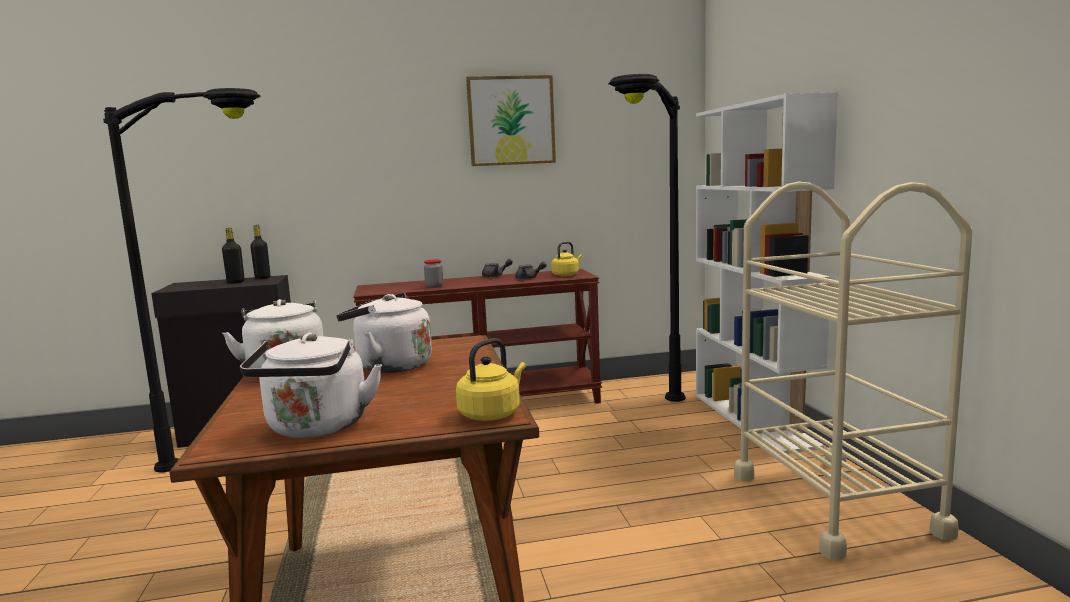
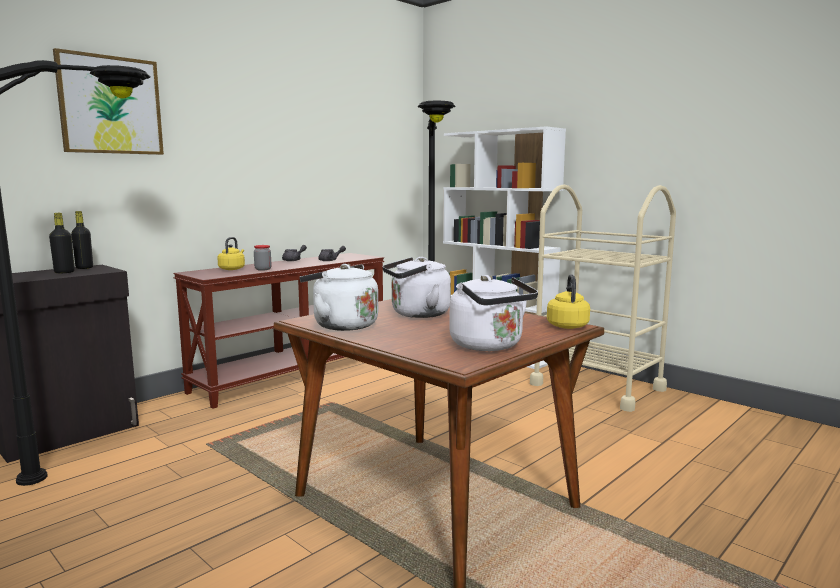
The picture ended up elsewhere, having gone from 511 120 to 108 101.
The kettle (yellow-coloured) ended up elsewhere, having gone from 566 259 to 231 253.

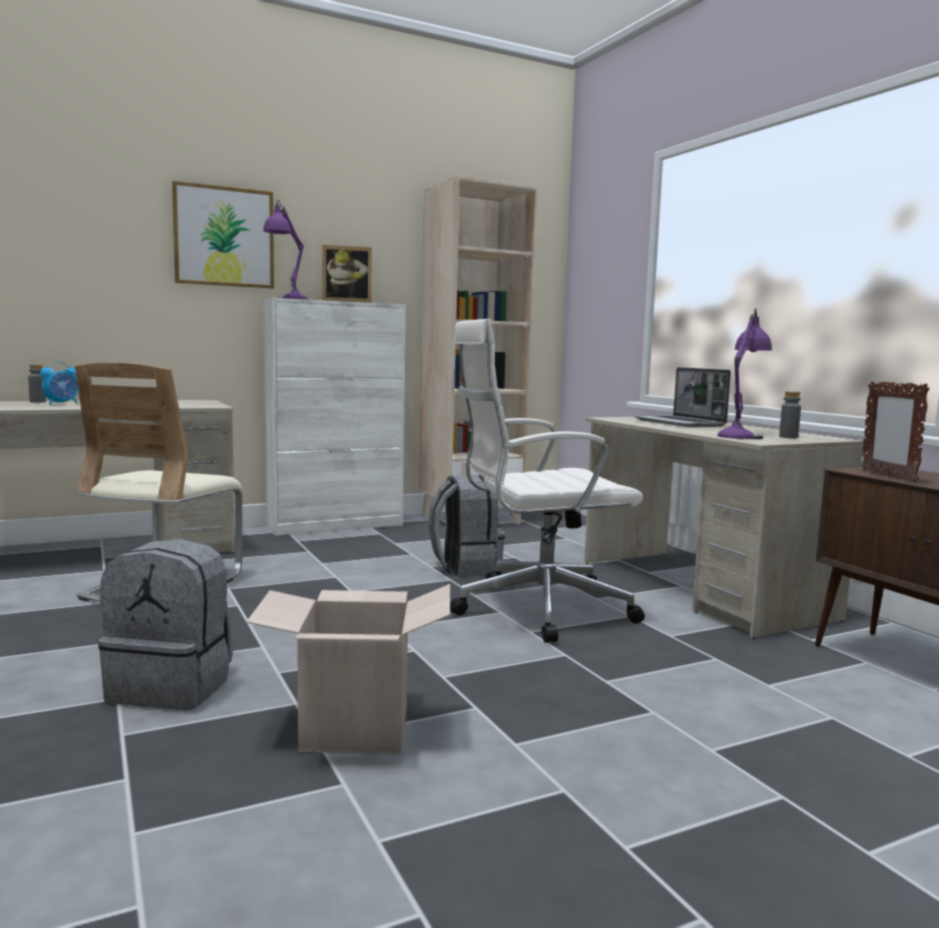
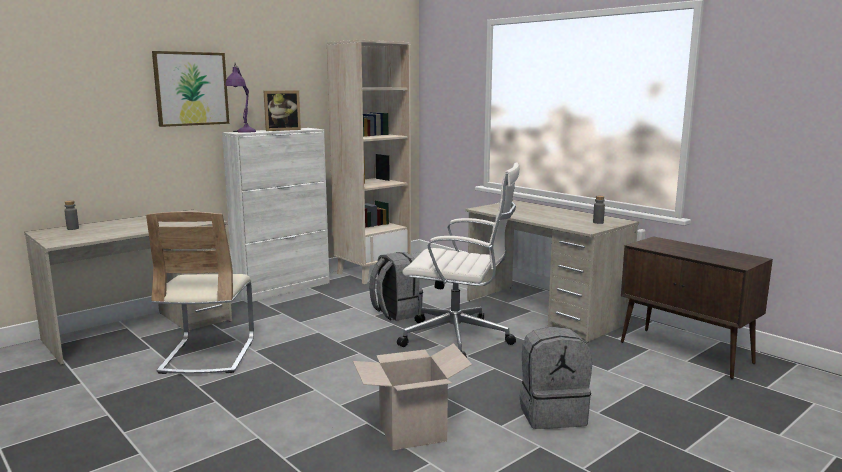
The second view lost the bedside clock at 59 382.
The rucksack (grey) ended up elsewhere, having gone from 165 624 to 556 378.
The computer chair (whitish) at 547 481 ended up facing another way, 135 degrees counterclockwise from before.
The second view lost the laptop at 683 397.
The second view lost the tabletop lamp (purple-coloured) at 745 373.
The second view lost the picture frame at 895 431.

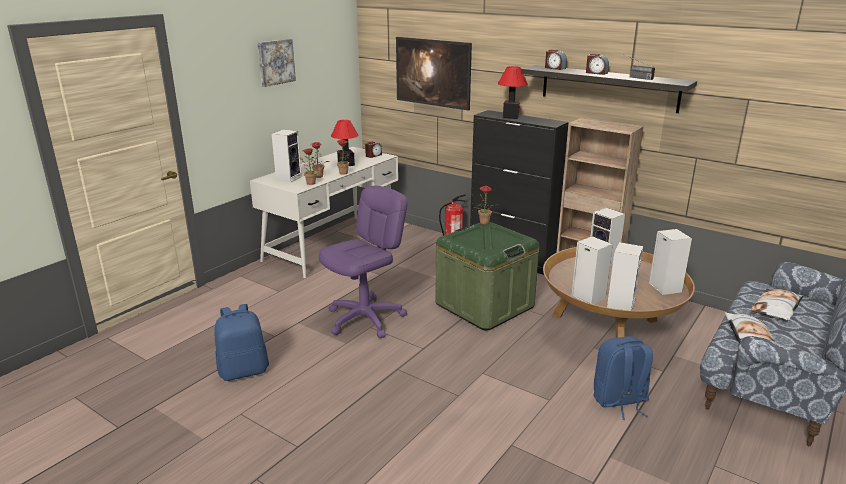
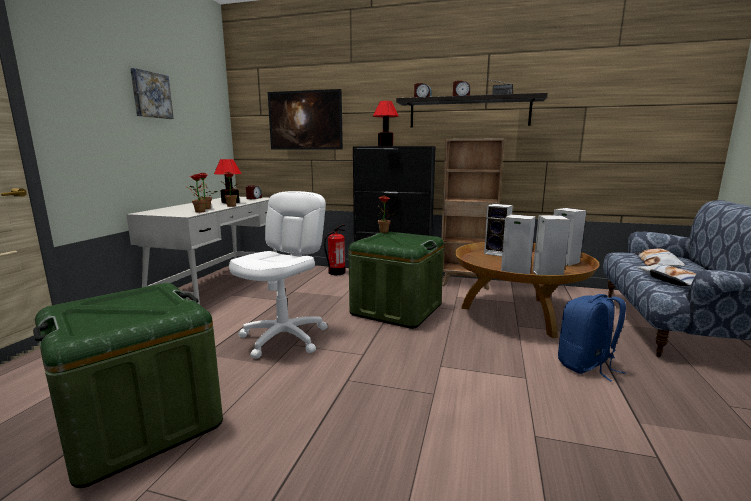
Where the rucksack (blue) stood at 241 342, the storage container (green-coloured) came to stand at 128 385.
The second view lost the speaker at 287 155.
What was the computer chair (purple-coloured) at 363 262 turned into the computer chair (whitish) at 278 274.

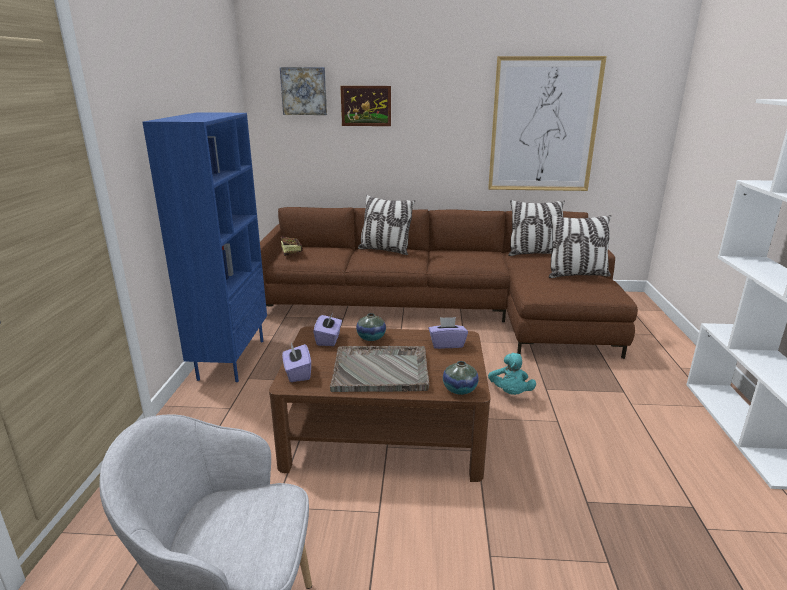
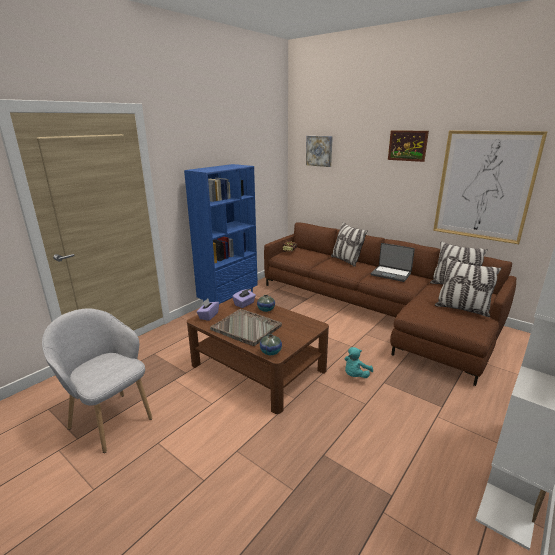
The picture ended up elsewhere, having gone from 365 106 to 408 146.
The second view lost the tissue box (purple-coloured) at 448 333.
The second view gained the laptop at 393 262.

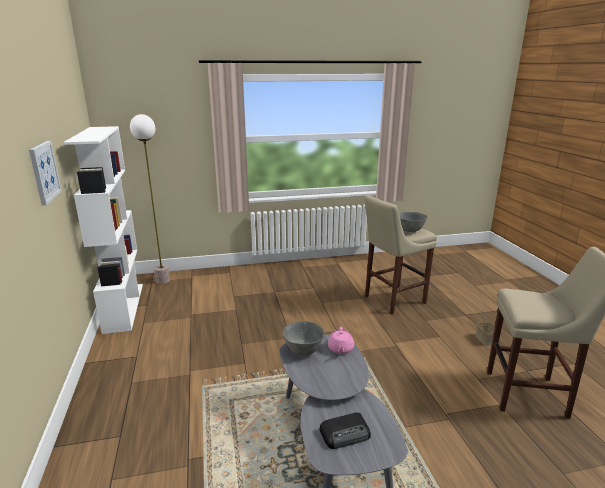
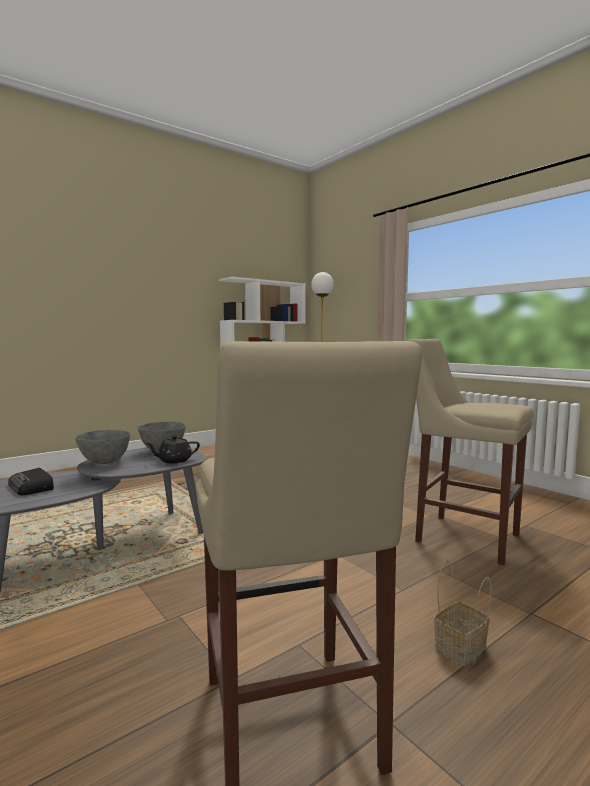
The second view lost the picture at 45 173.
What was the pot for tea (pink-coloured) at 341 340 turned into the pot for tea (black-coloured) at 172 449.
The bowl (grey) ended up elsewhere, having gone from 413 222 to 102 447.

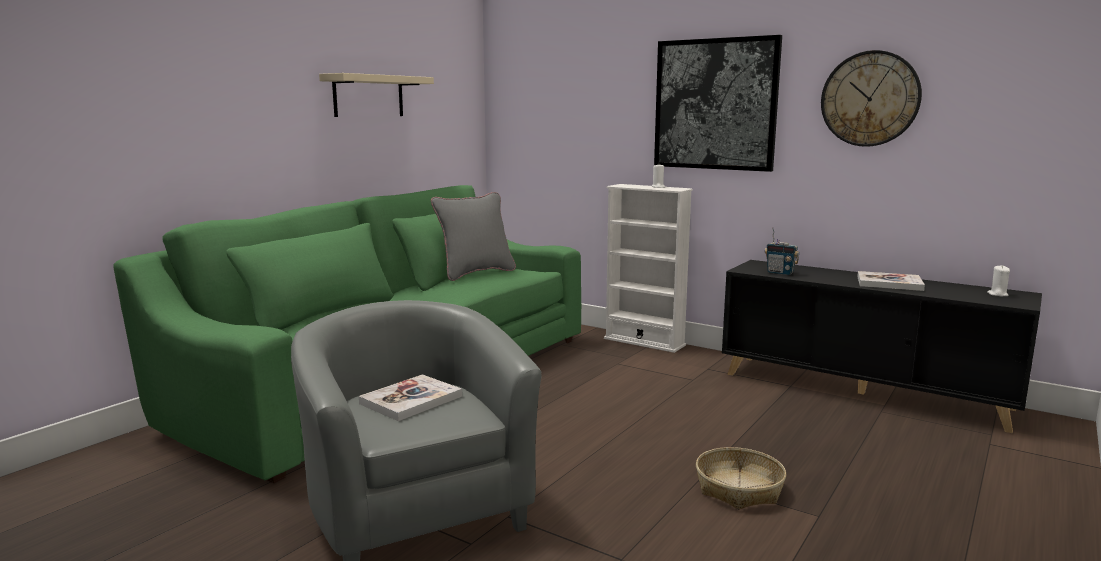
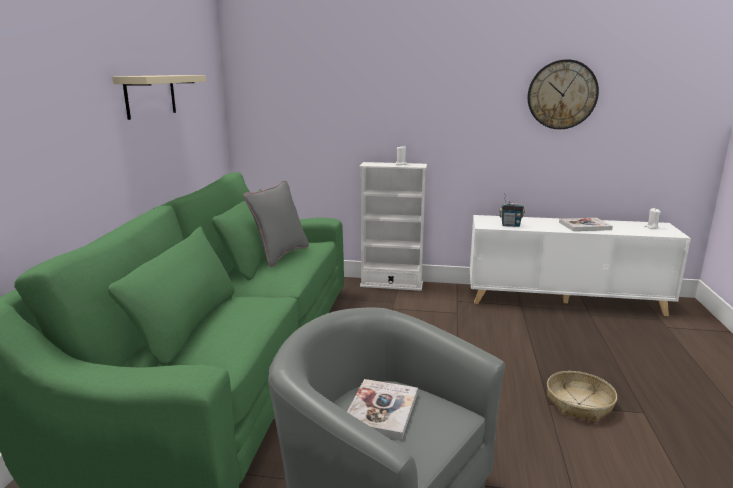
The second view lost the picture at 718 103.
What was the cupboard (black-coloured) at 882 346 turned into the cupboard (whitish) at 580 265.

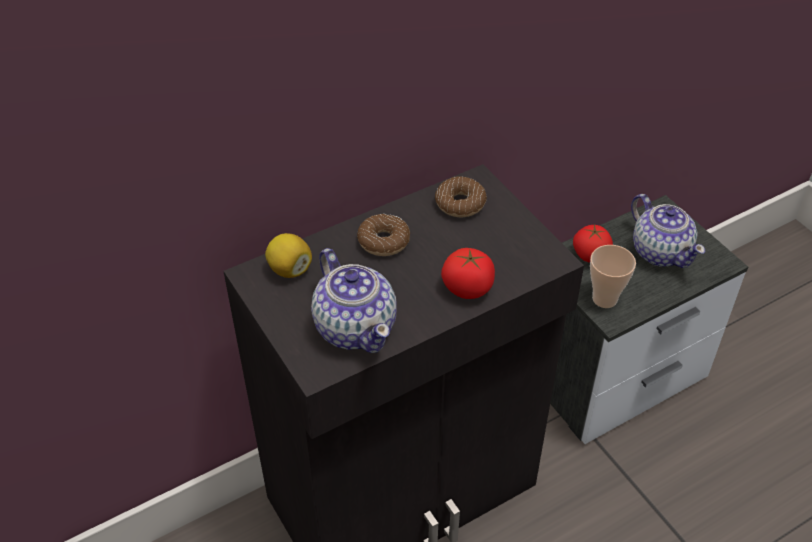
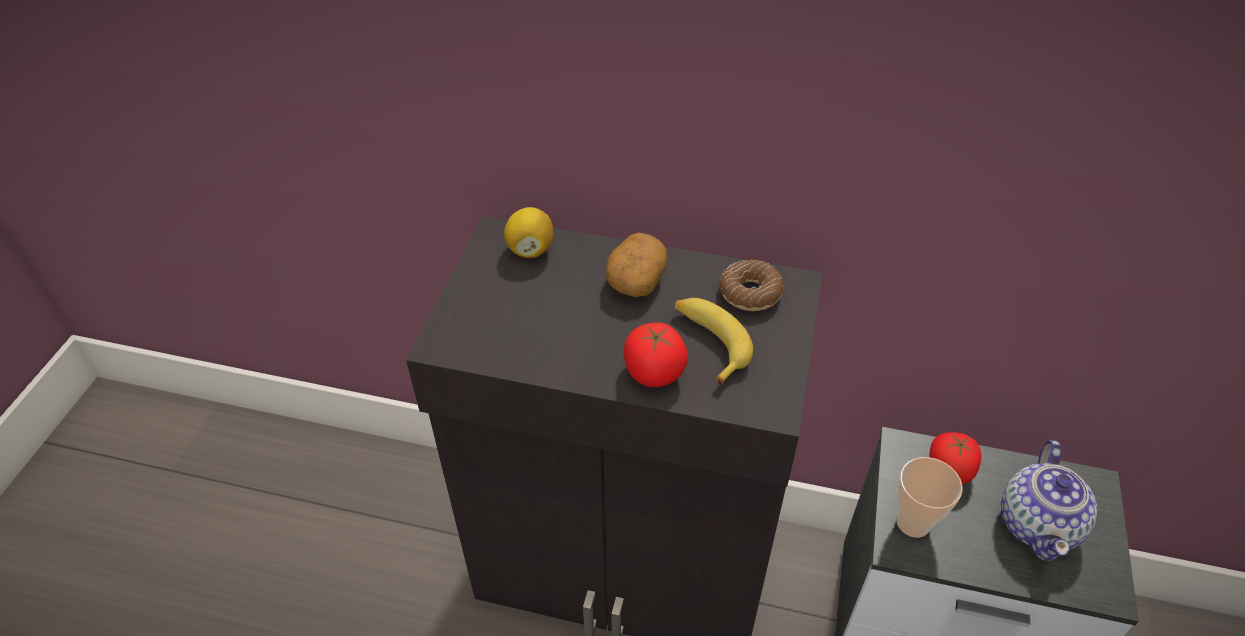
The second view lost the pot for tea at 353 300.
Where the donut stood at 383 235, the potato came to stand at 636 264.
The second view gained the whole banana at 714 342.

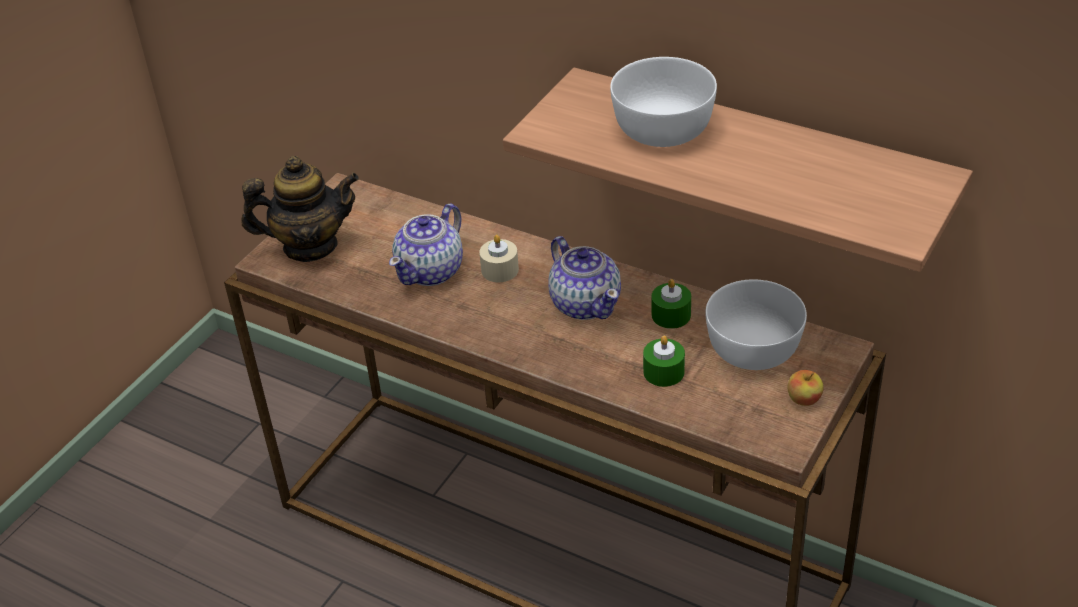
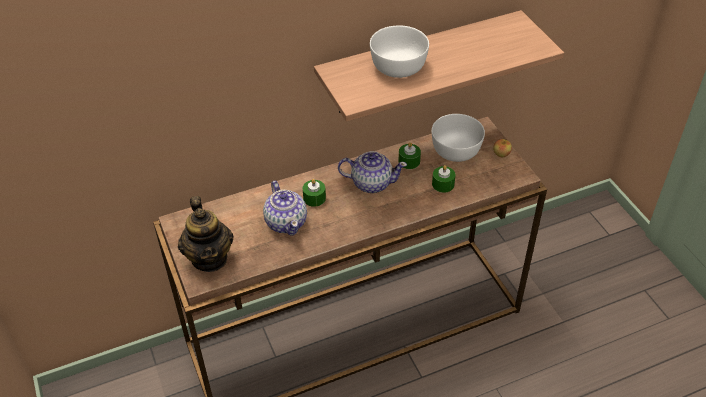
The pot for tea at 300 209 ended up facing another way, 135 degrees clockwise from before.
What was the wax light (beige-coloured) at 499 258 turned into the wax light (green-coloured) at 314 193.

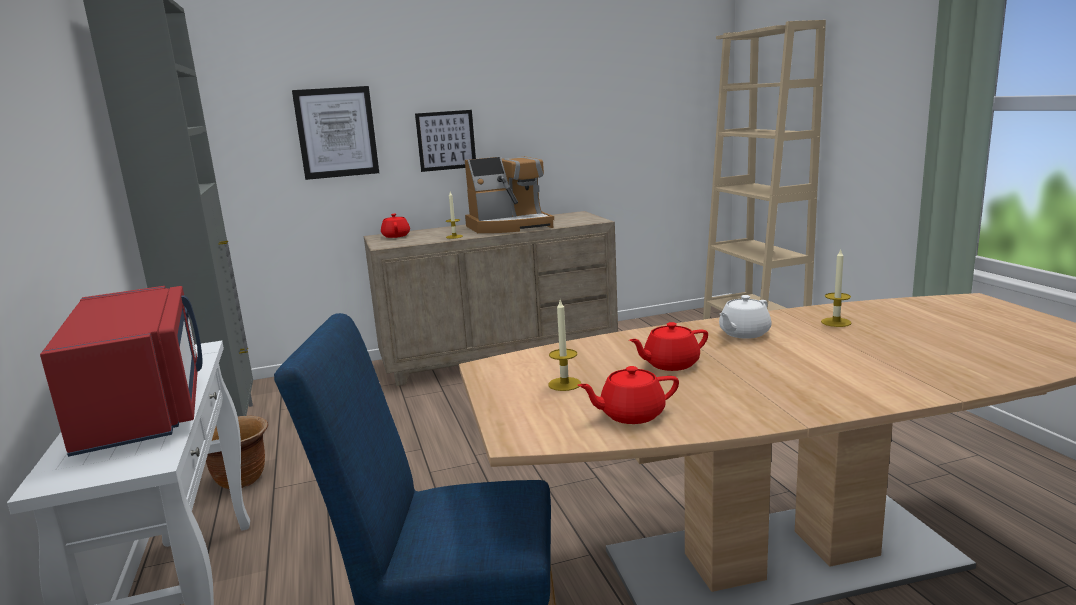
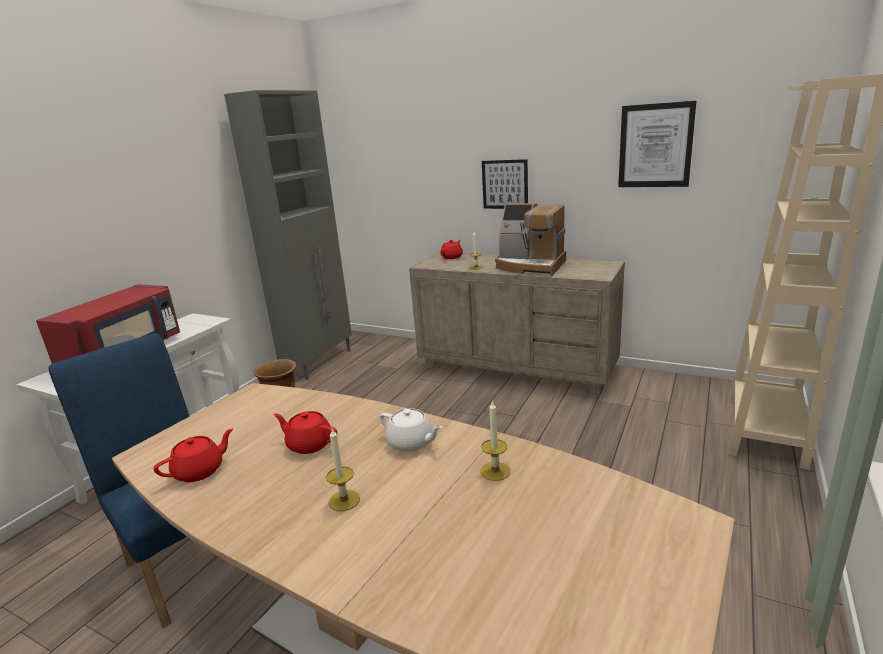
The picture ended up elsewhere, having gone from 335 133 to 657 144.
The wax light ended up elsewhere, having gone from 564 345 to 343 470.
The pot for tea (red) at 628 395 ended up facing another way, 105 degrees clockwise from before.
The pot for tea (whitish) at 745 317 ended up facing another way, 150 degrees counterclockwise from before.

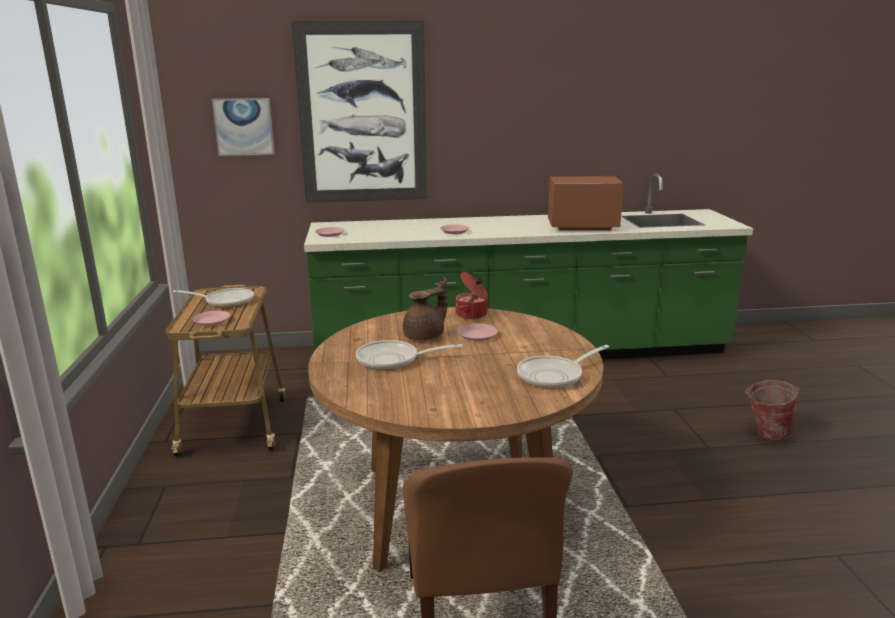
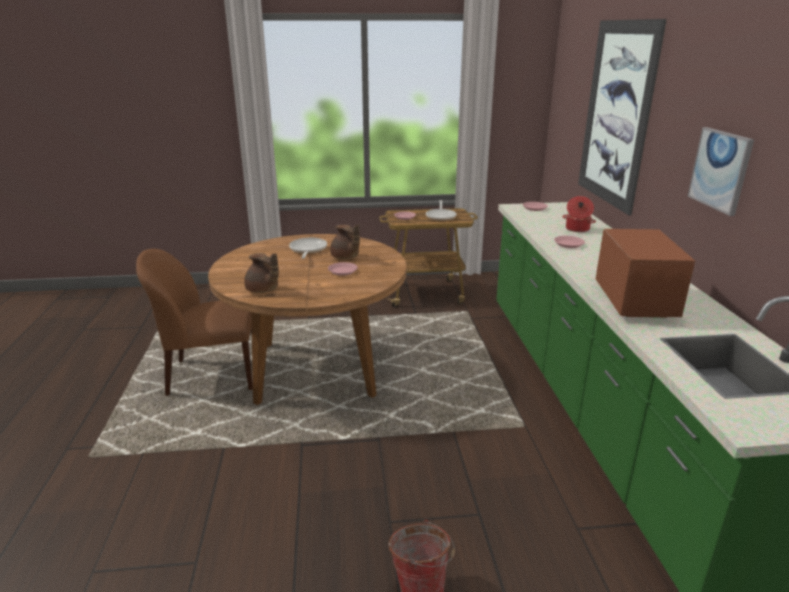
The picture ended up elsewhere, having gone from 243 127 to 721 171.
The saucepot ended up elsewhere, having gone from 472 295 to 579 214.
Where the pan stood at 563 367, the pot for tea (brown) came to stand at 261 273.

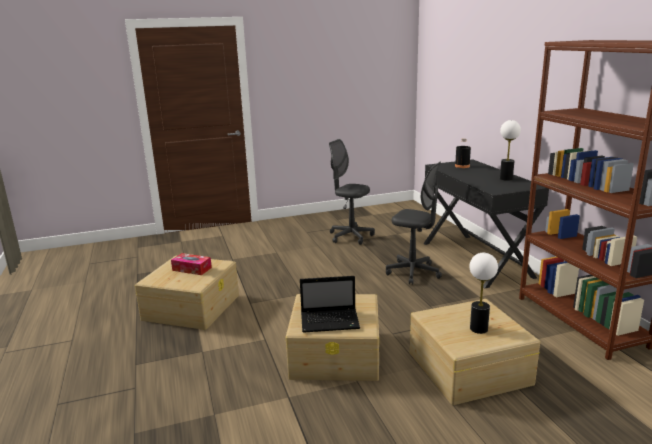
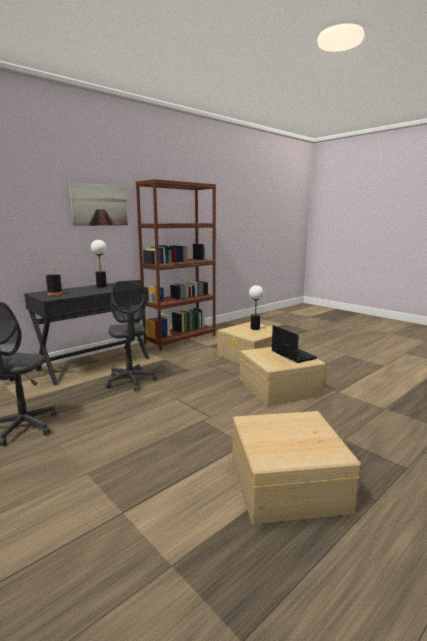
The second view lost the tissue box at 191 264.
The computer chair (grey) at 414 223 ended up facing another way, 150 degrees clockwise from before.
The second view gained the picture at 98 204.

